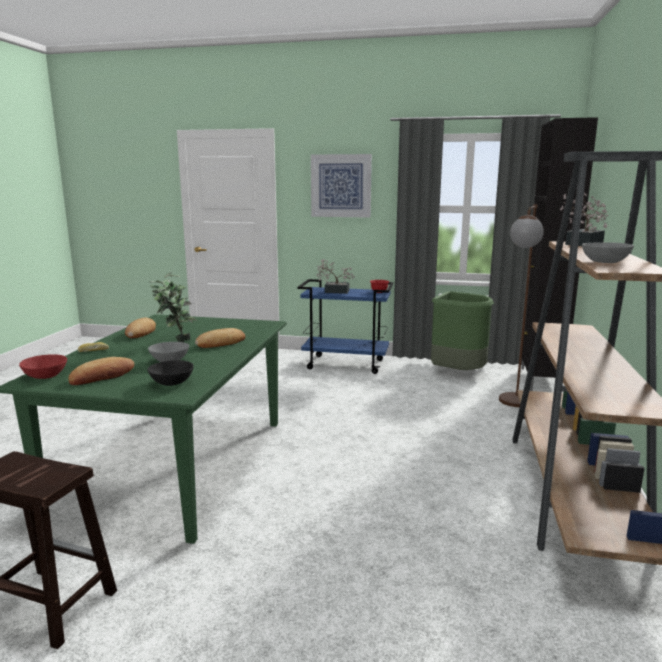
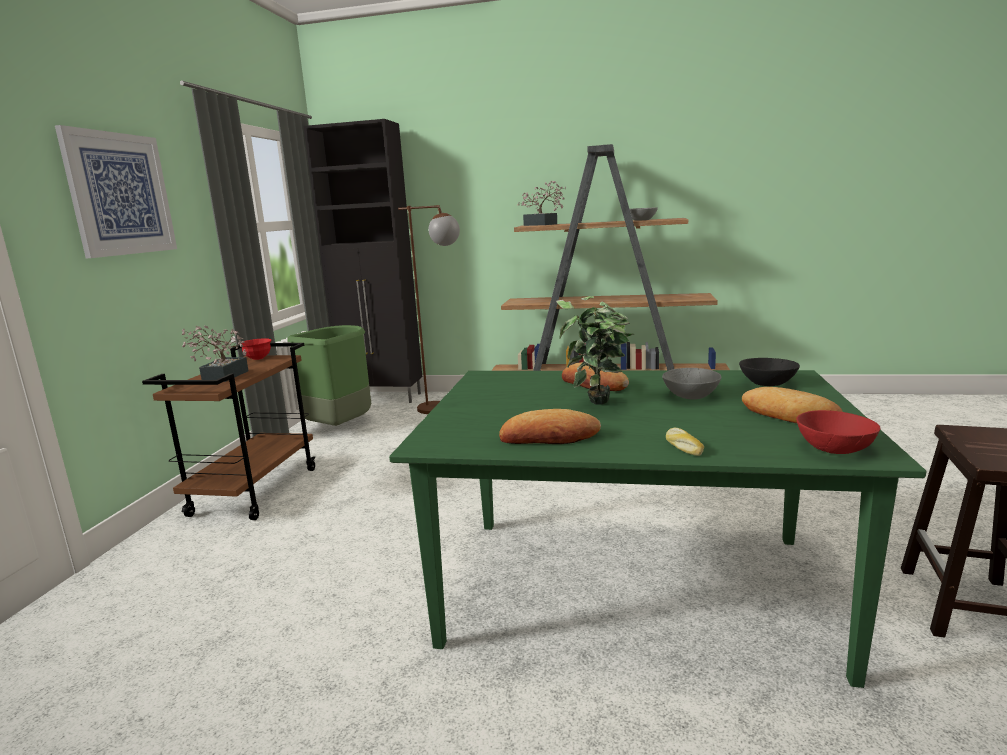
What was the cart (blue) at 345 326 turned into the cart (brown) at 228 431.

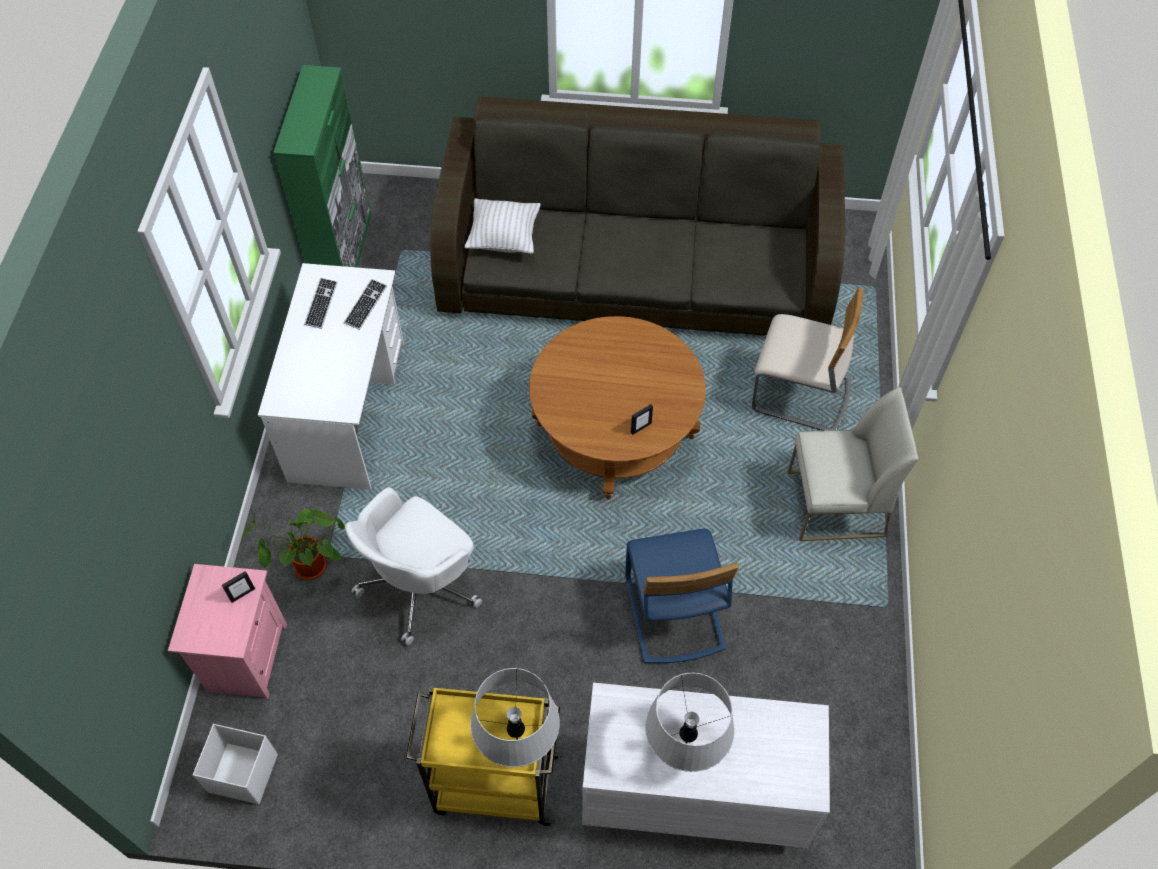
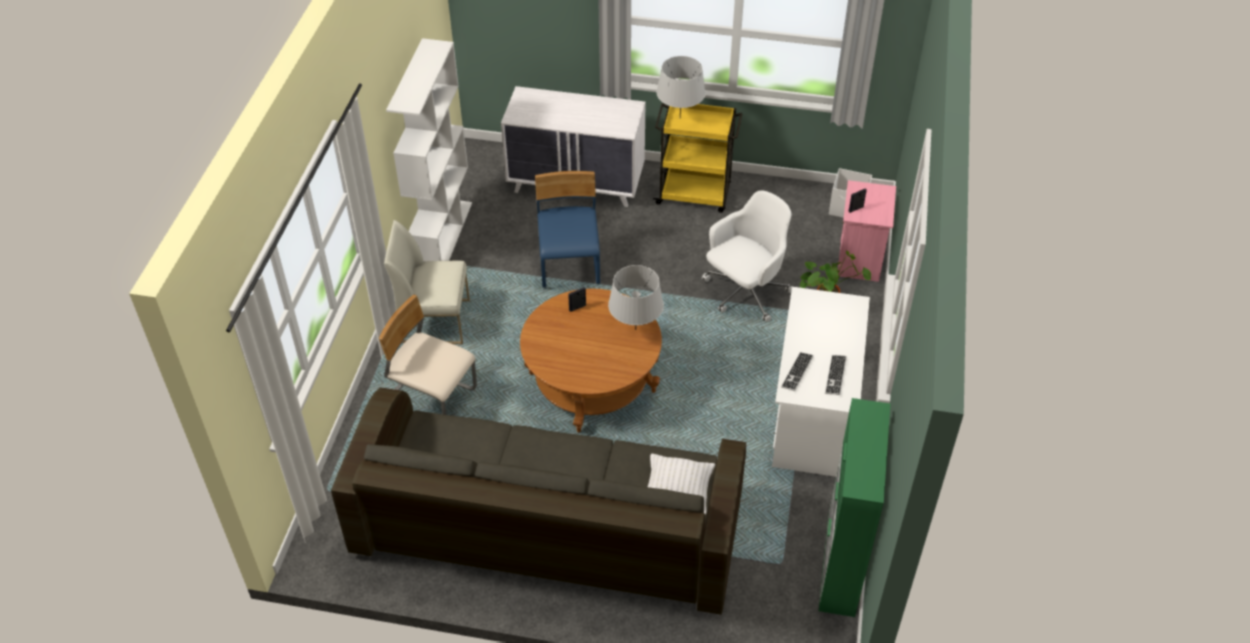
The tabletop lamp (grey) ended up elsewhere, having gone from 690 722 to 636 297.
The second view gained the shelving unit (whitish) at 429 149.

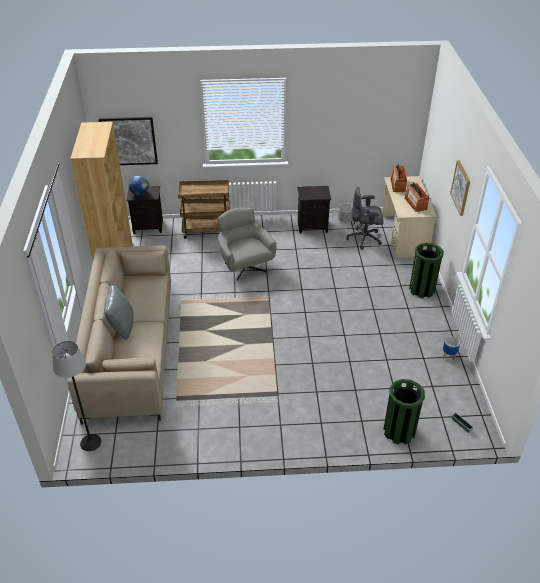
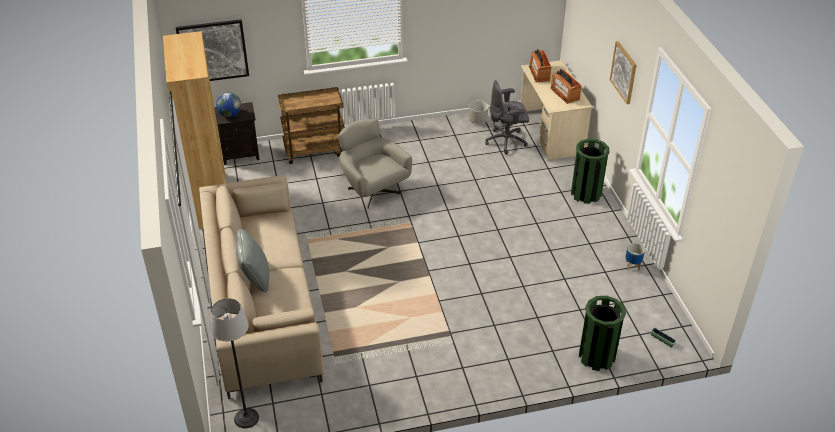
The second view lost the nightstand (black-coloured) at 314 210.

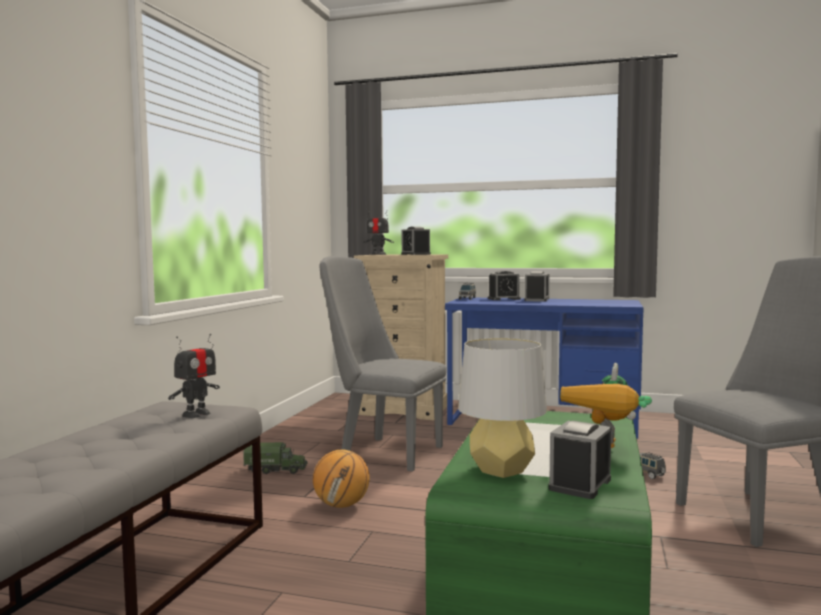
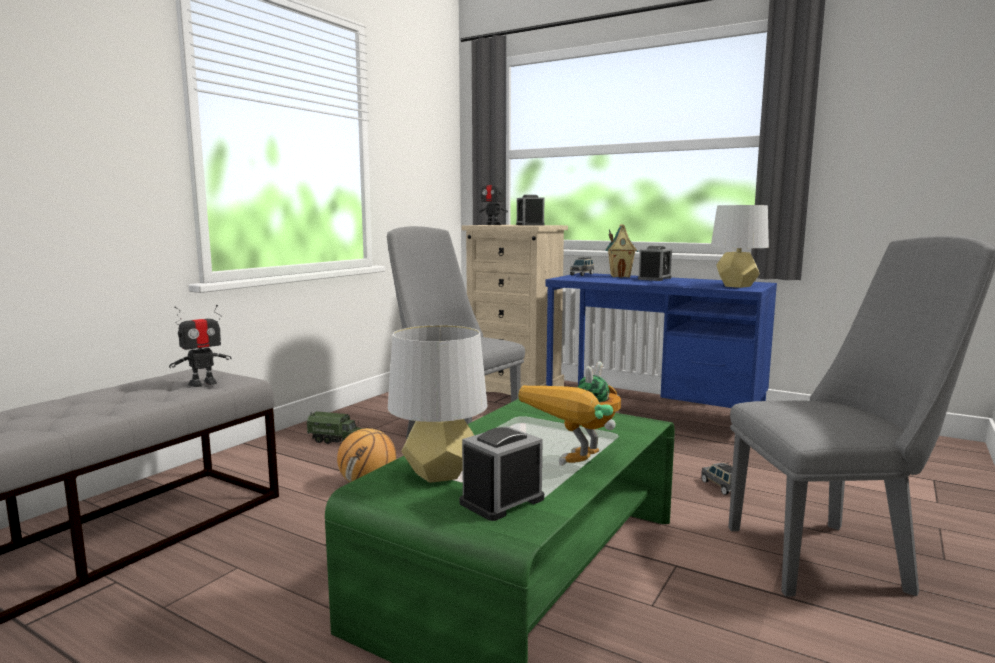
Where the bedside clock stood at 504 285, the toy house came to stand at 621 251.
The second view gained the tabletop lamp (grey) at 740 246.

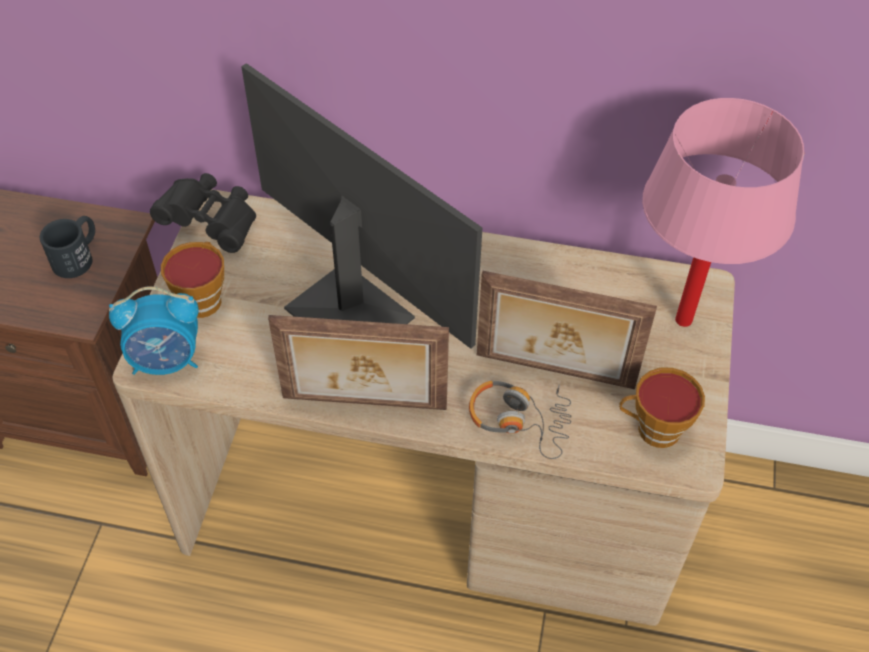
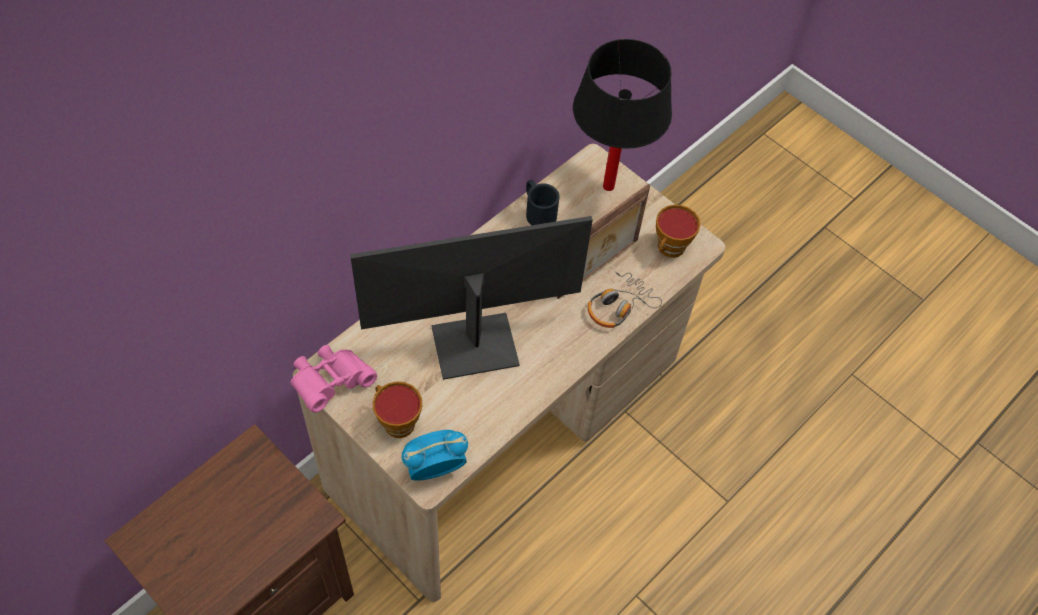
The coffee mug (black-coloured) ended up elsewhere, having gone from 67 247 to 543 202.
The bedside clock at 154 330 ended up facing another way, 135 degrees counterclockwise from before.
What was the binoculars (black-coloured) at 203 213 turned into the binoculars (pink-coloured) at 334 378.
The second view lost the picture frame at 358 362.
What was the tabletop lamp (pink-coloured) at 723 212 turned into the tabletop lamp (black-coloured) at 622 115.

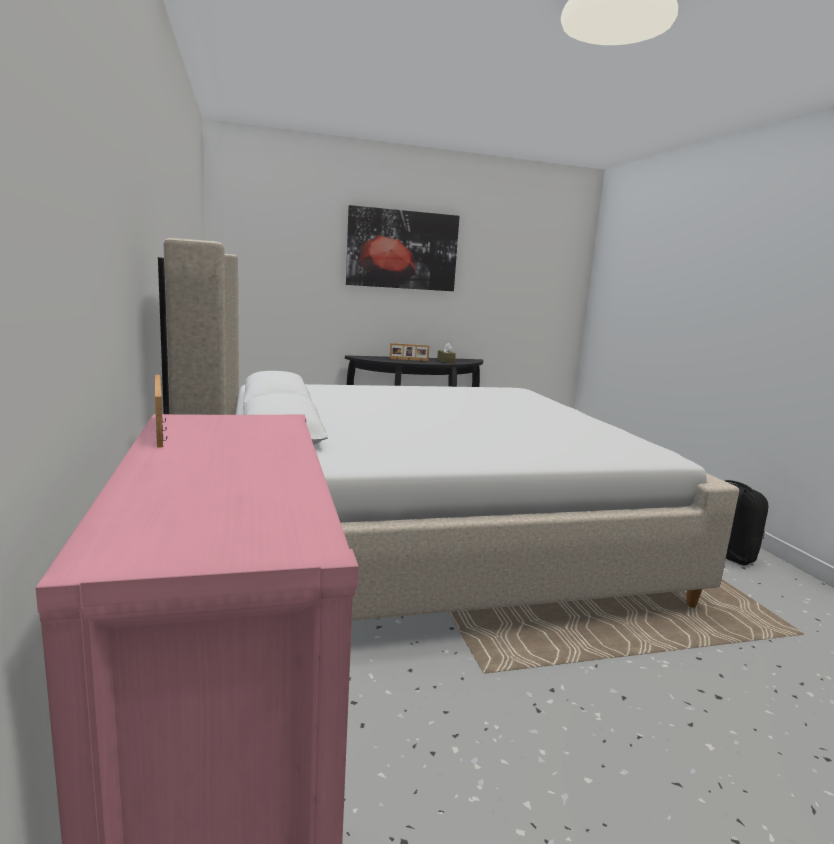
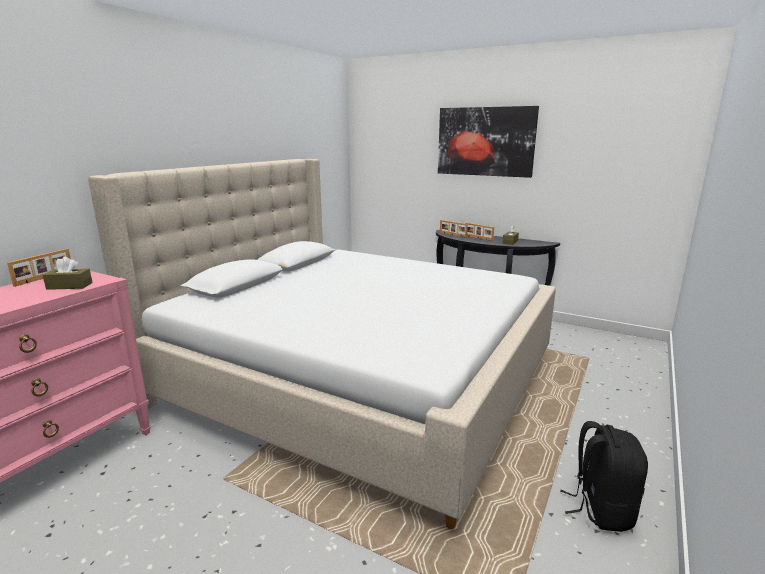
The second view gained the tissue box (brown) at 68 273.
The second view gained the picture frame at 454 228.

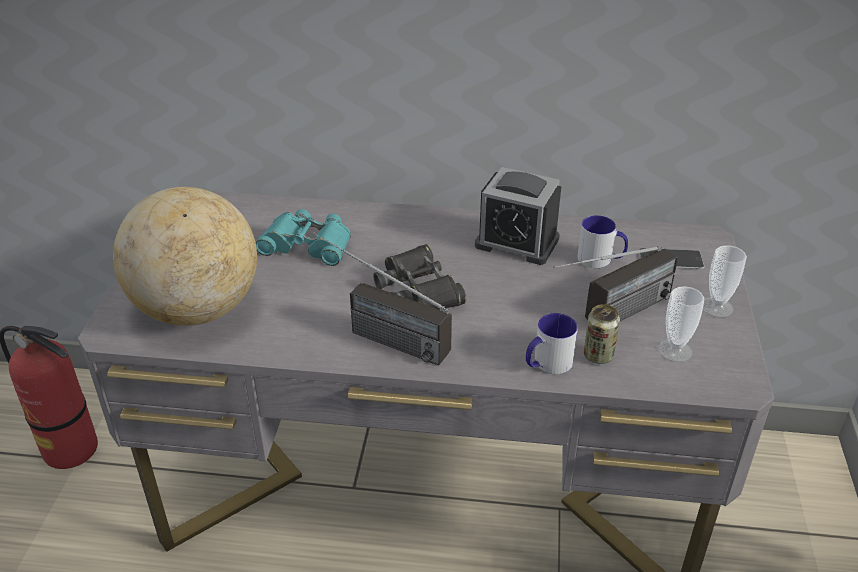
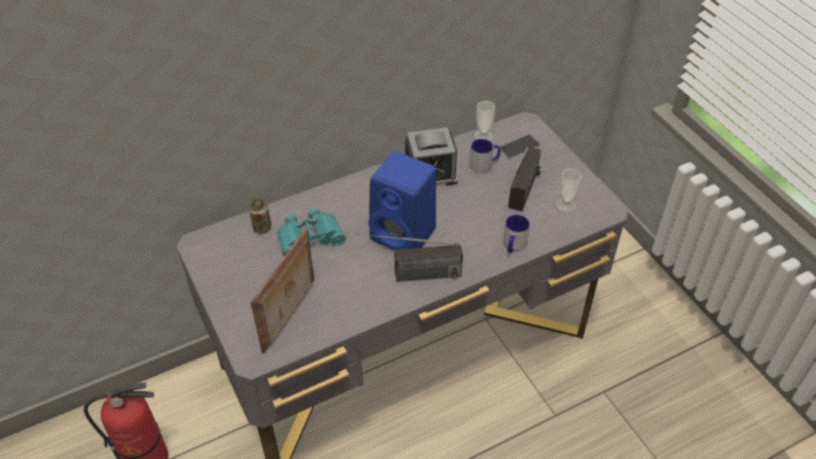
Where the desk globe stood at 185 256, the picture frame came to stand at 282 291.
Where the binoculars (black-coloured) stood at 419 277, the speaker (blue) came to stand at 402 200.
The can ended up elsewhere, having gone from 602 334 to 260 216.
The drinking cup ended up elsewhere, having gone from 725 281 to 484 121.

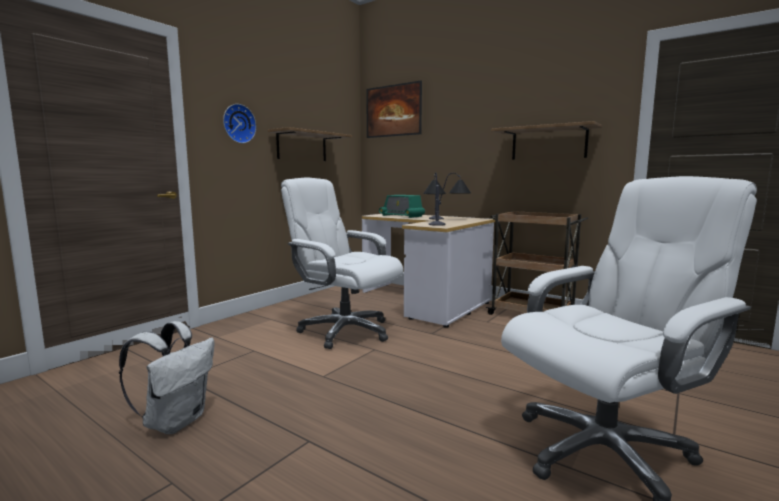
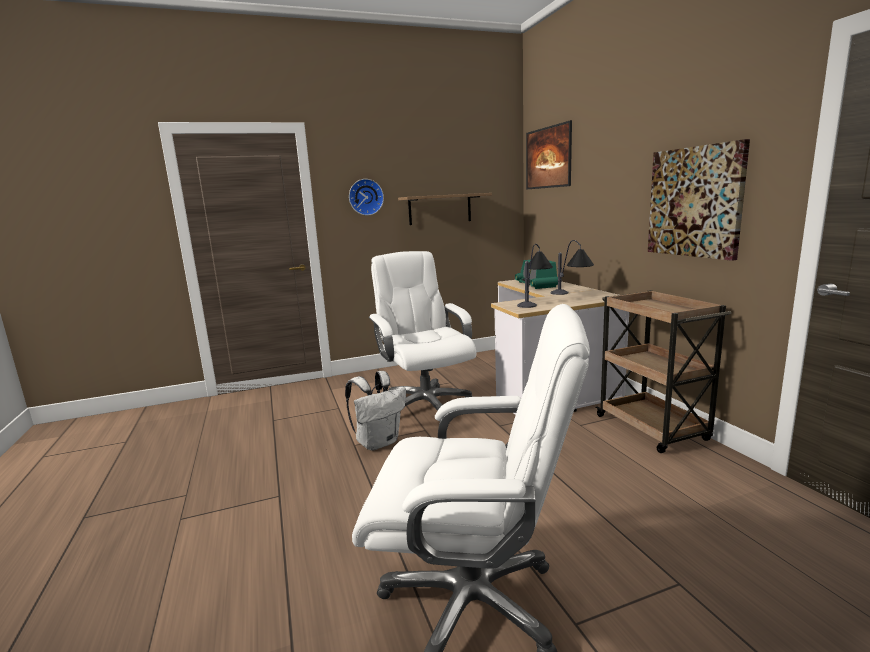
The rucksack (whitish) ended up elsewhere, having gone from 166 377 to 375 411.
Where the shelf hung at 546 140, the picture came to hang at 699 200.

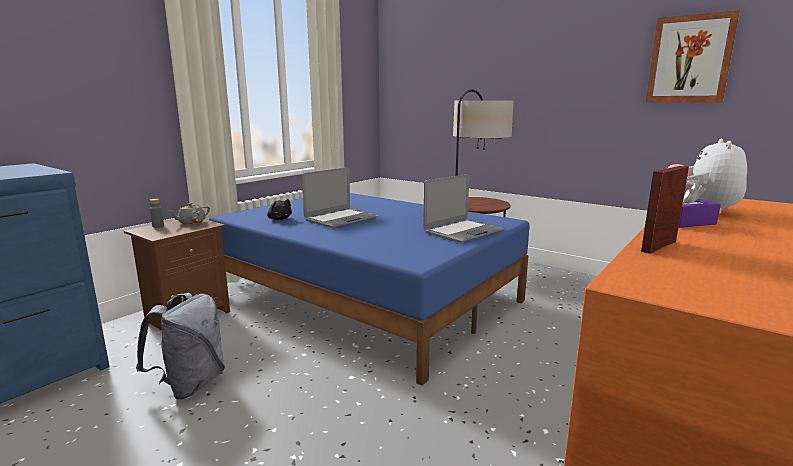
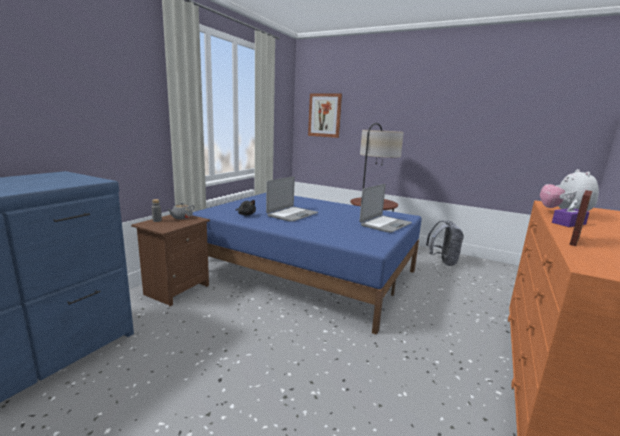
The rucksack (grey) ended up elsewhere, having gone from 180 346 to 445 243.
The picture ended up elsewhere, having gone from 693 56 to 325 115.

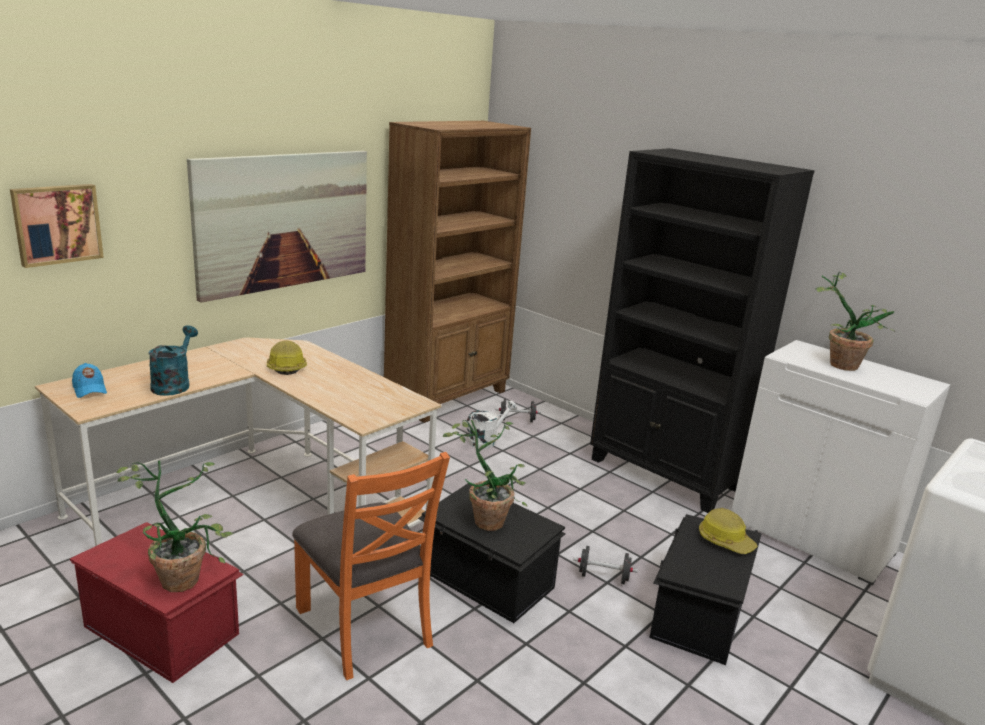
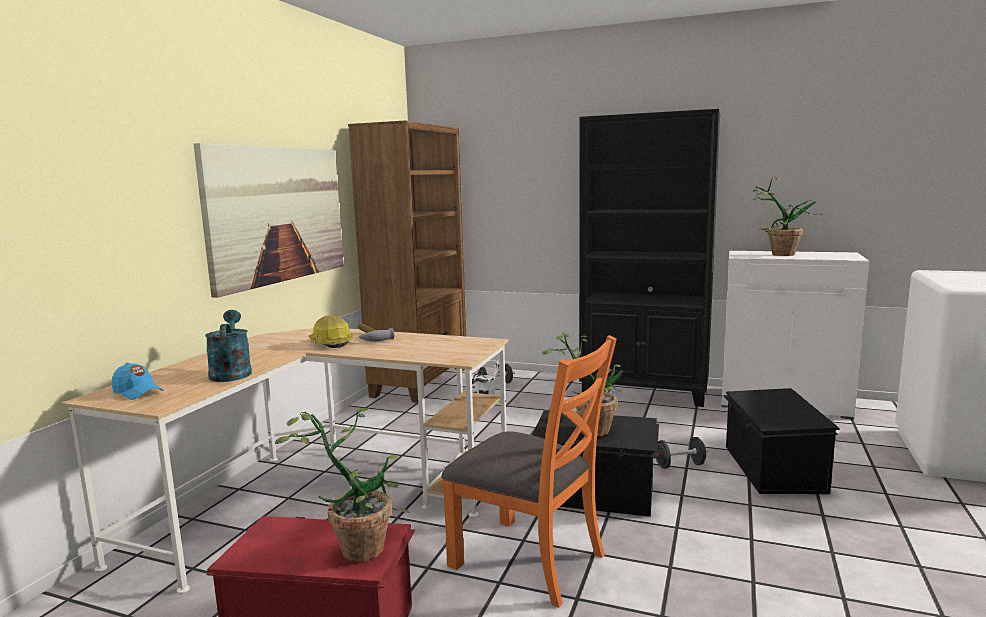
The second view lost the picture at 57 226.
The second view lost the hard hat at 728 531.
The second view gained the tool hammer at 376 332.

